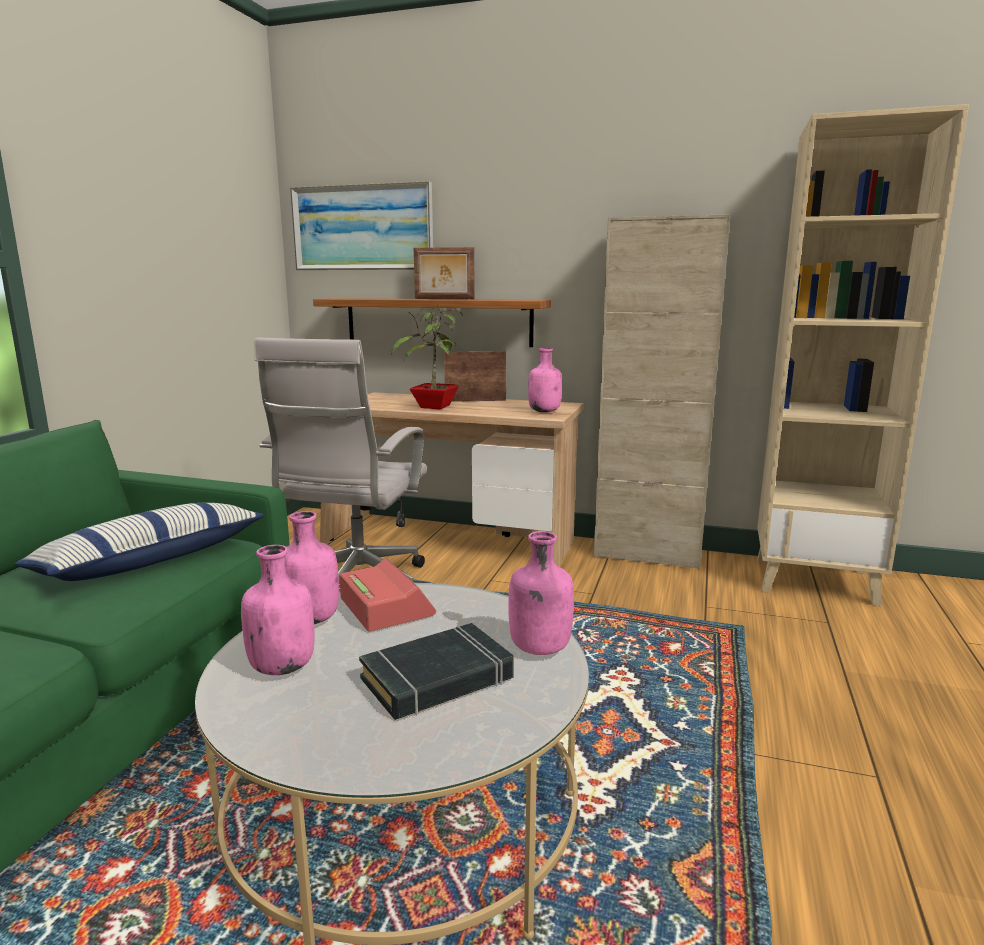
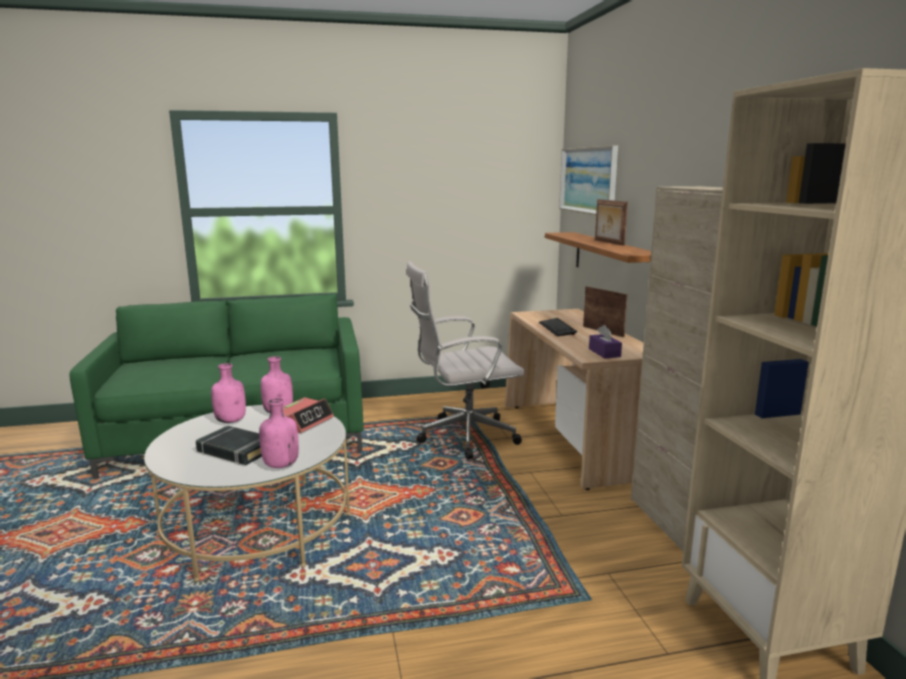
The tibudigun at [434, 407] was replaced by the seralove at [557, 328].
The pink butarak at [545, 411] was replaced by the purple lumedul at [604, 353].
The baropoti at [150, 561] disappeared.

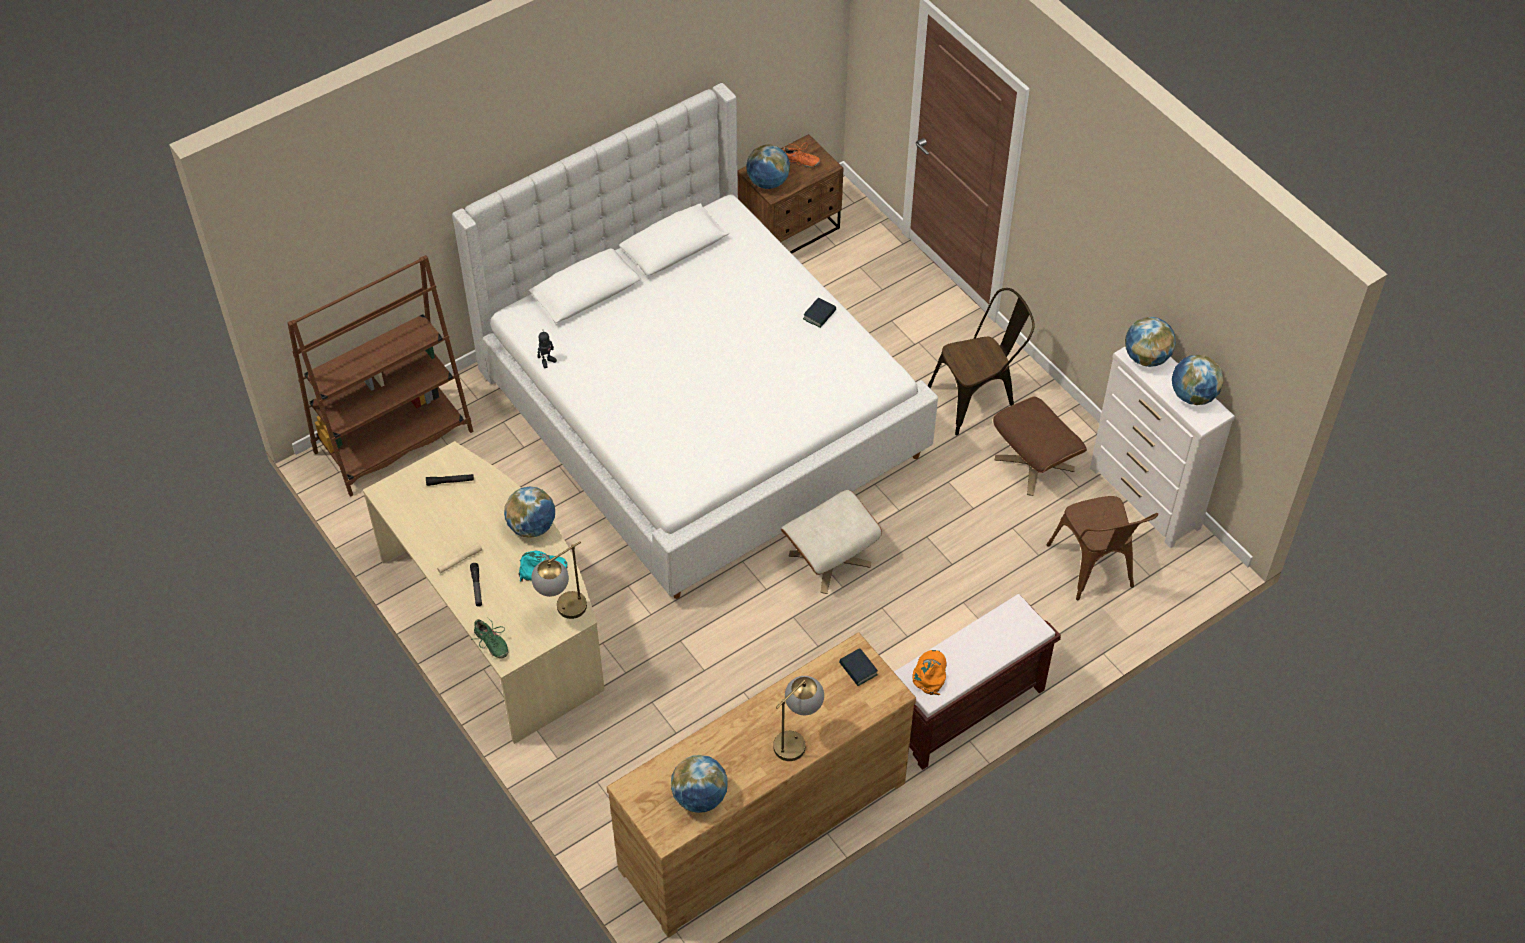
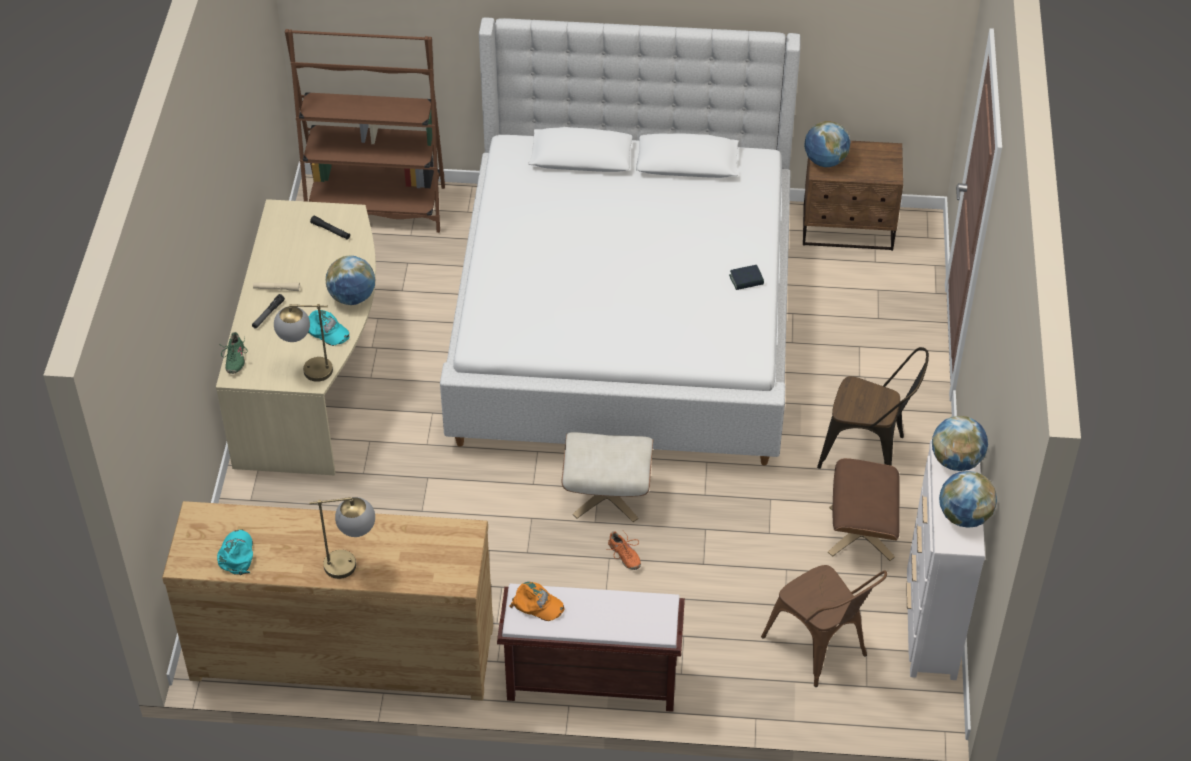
The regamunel at [700, 797] was replaced by the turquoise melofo at [236, 554].
The orange melofo at [930, 674] turned 60 degrees clockwise.
The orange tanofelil moved from [800, 162] to [624, 556].
The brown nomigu at [1095, 570] turned 60 degrees counterclockwise.
The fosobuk at [547, 361] disappeared.
The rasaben at [858, 669] disappeared.

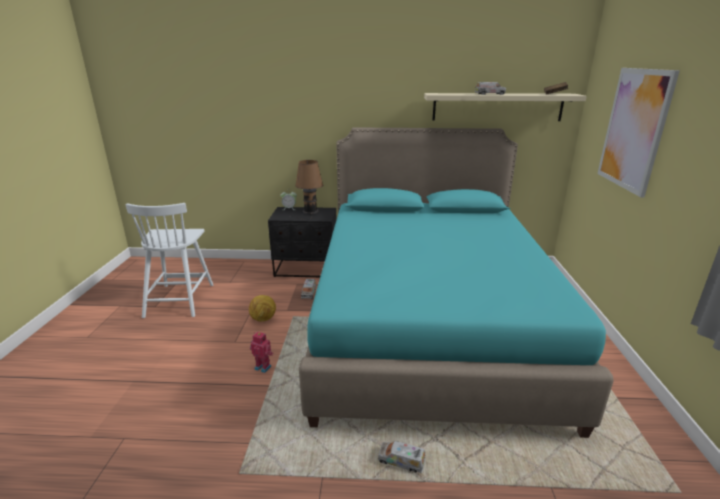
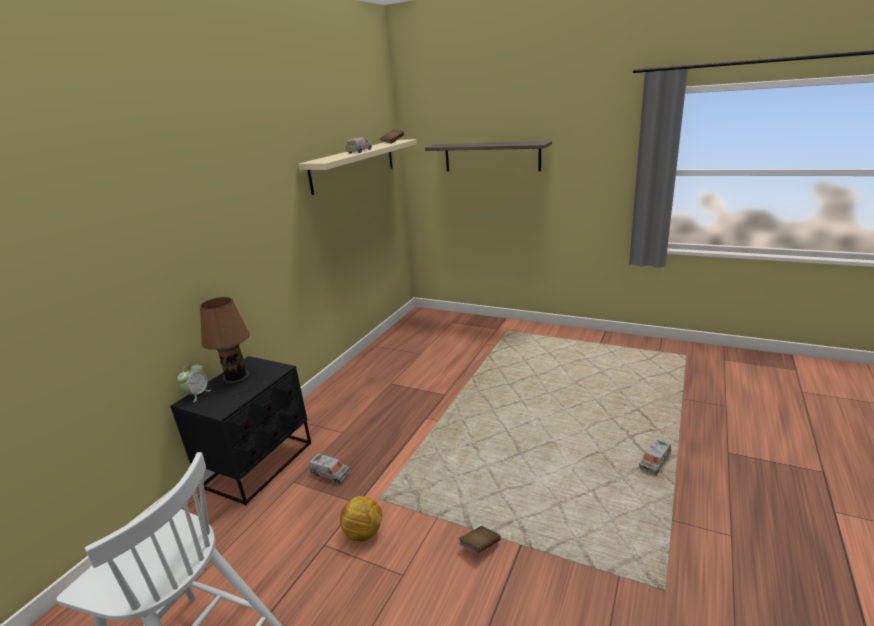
The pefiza at [634, 129] was replaced by the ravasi at [491, 157].
The fosobuk at [263, 367] was replaced by the brown rasaben at [480, 546].
The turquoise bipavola at [428, 324] disappeared.

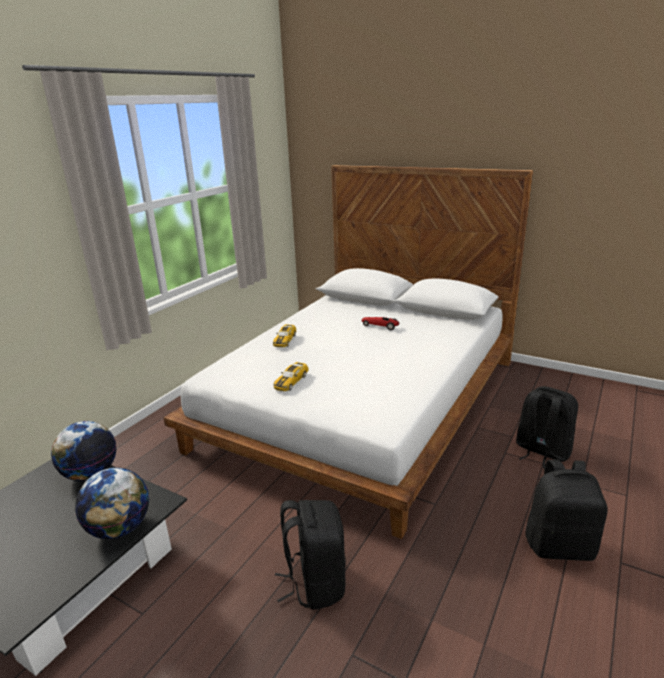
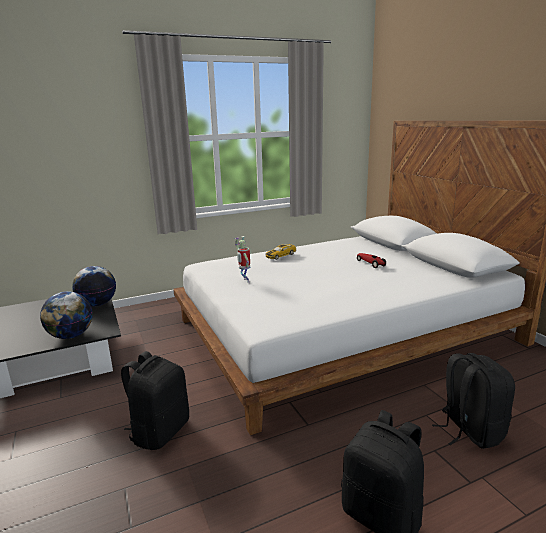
The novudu at [291, 381] was replaced by the fosobuk at [244, 281].

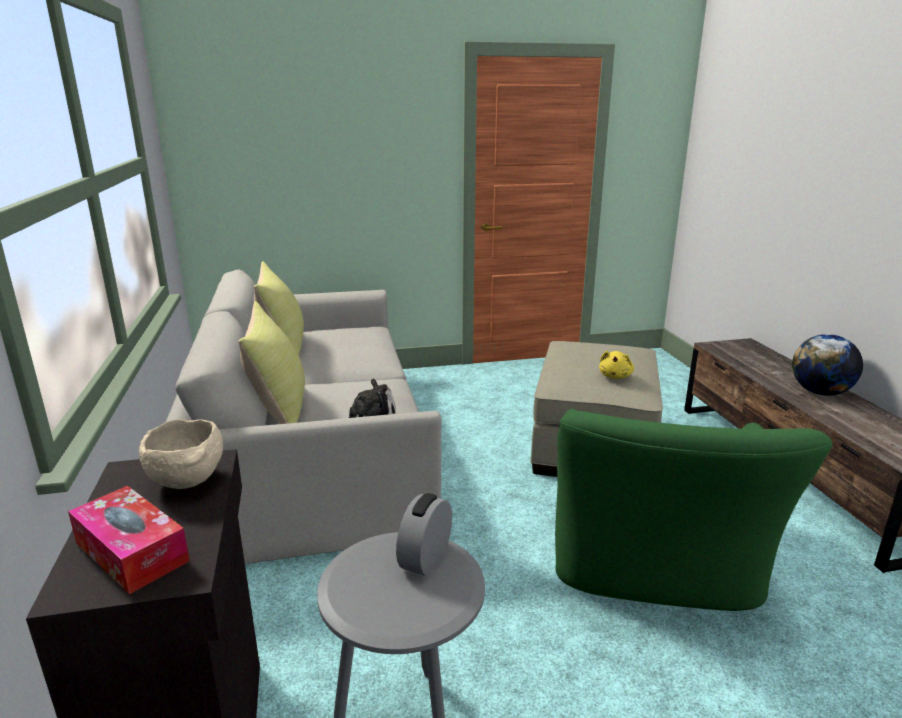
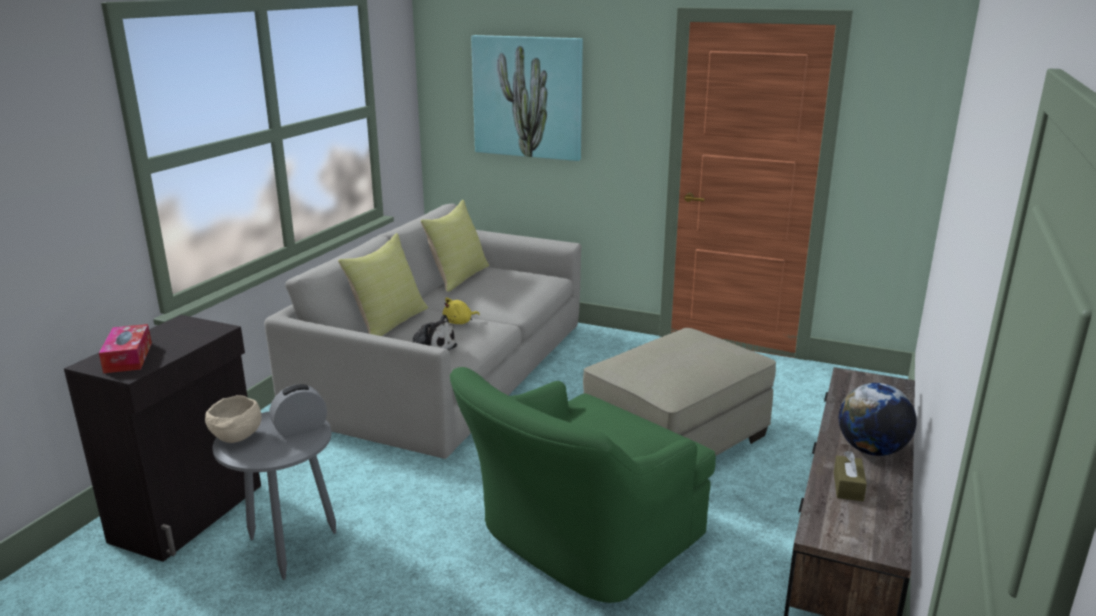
The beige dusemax moved from [189, 481] to [237, 438].
The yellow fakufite moved from [615, 376] to [459, 322].
The pefiza at [528, 97] appeared.
The brown lumedul at [848, 486] appeared.

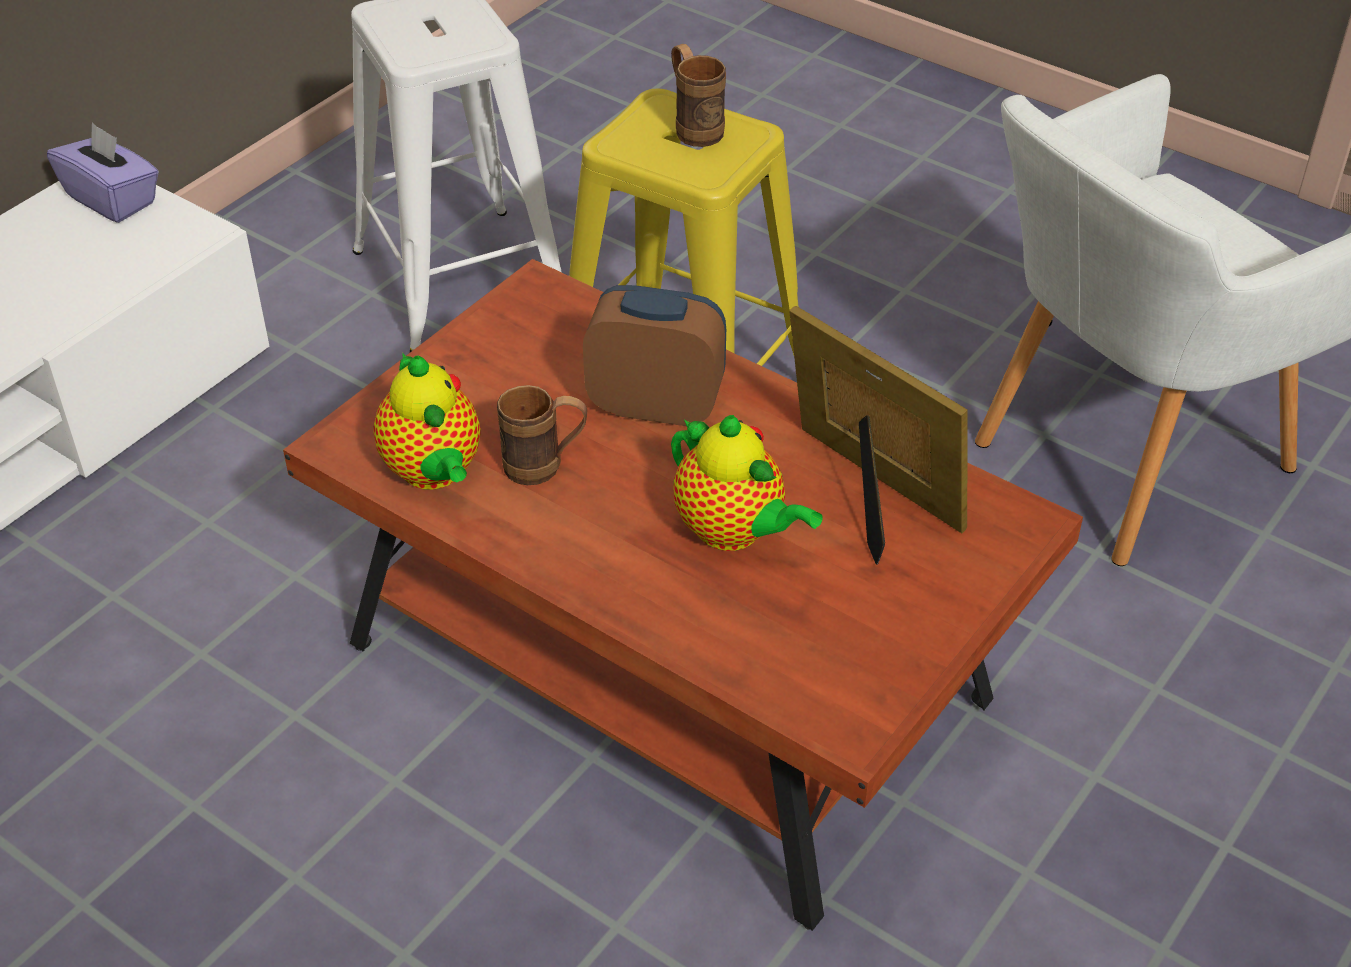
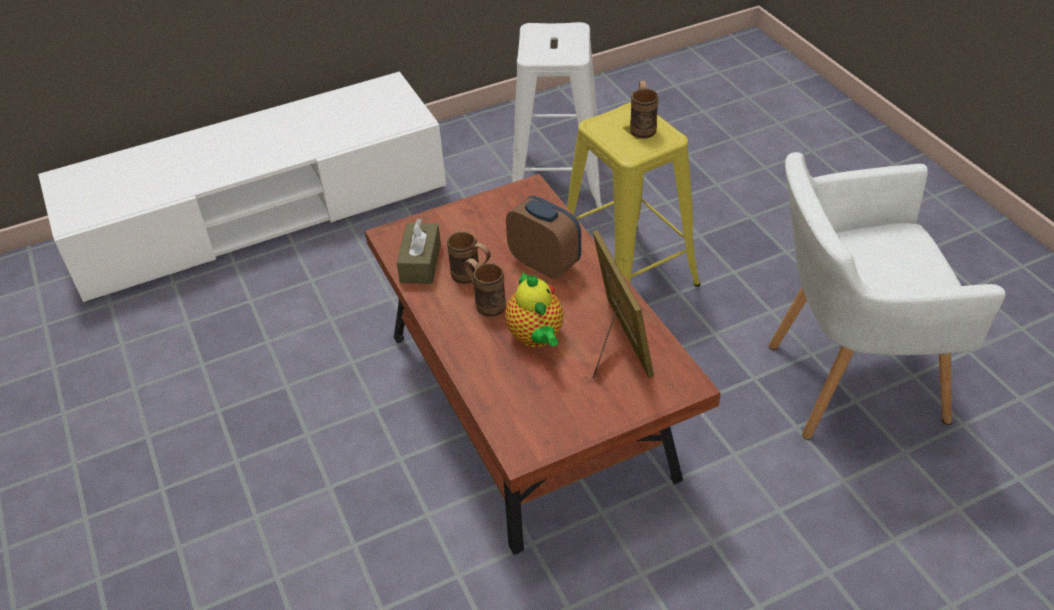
The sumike at [434, 473] was replaced by the brown lumedul at [420, 263].
The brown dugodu at [485, 303] appeared.
The purple lumedul at [112, 199] disappeared.

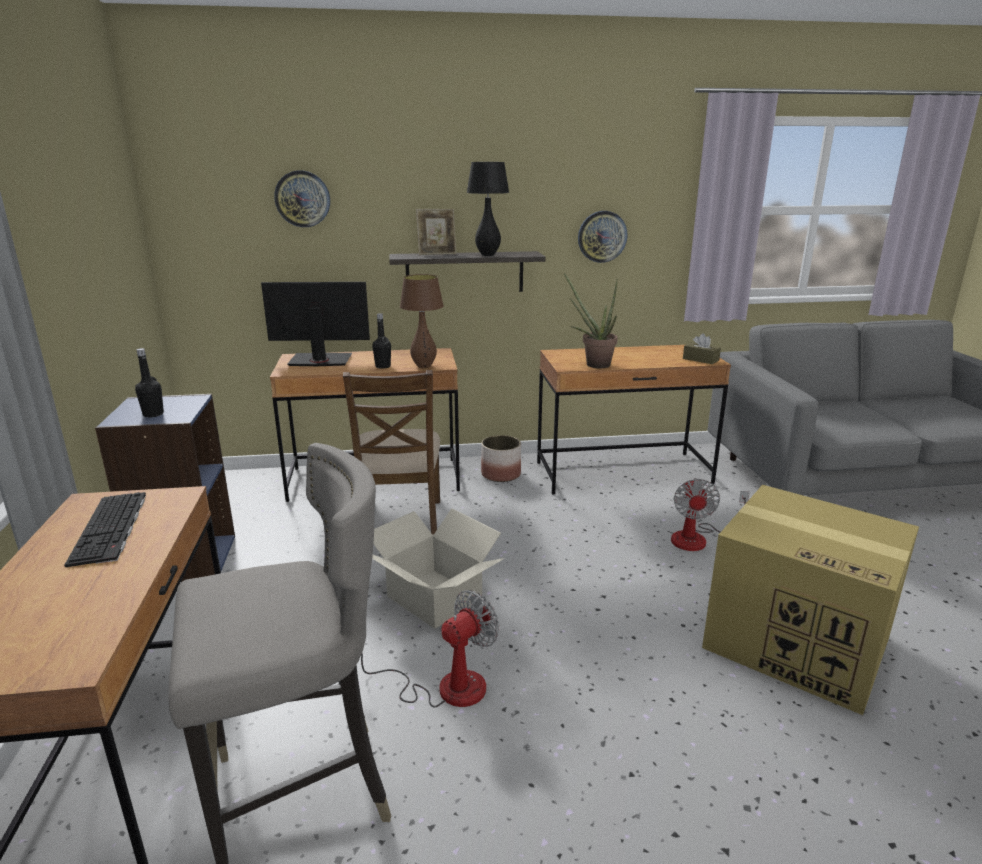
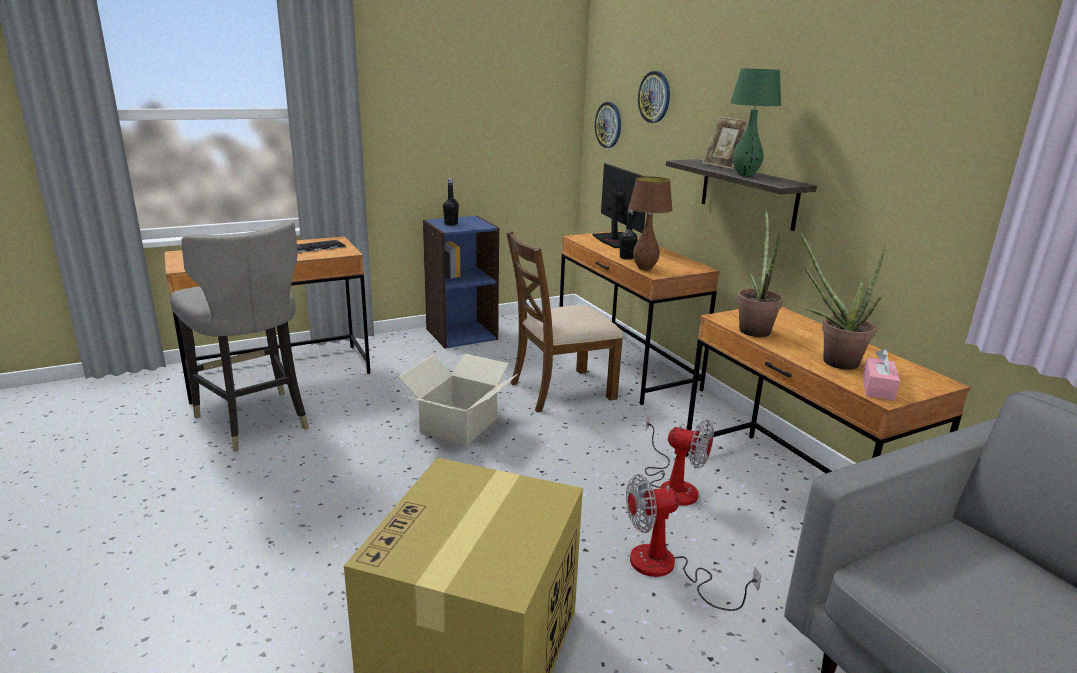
The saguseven moved from [602, 236] to [609, 125].
The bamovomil moved from [444, 687] to [673, 485].
The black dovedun at [488, 255] became the green dovedun at [745, 175].
The tibudigun at [832, 361] appeared.
The brown lumedul at [700, 359] became the pink lumedul at [878, 388].
The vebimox at [501, 474] disappeared.

